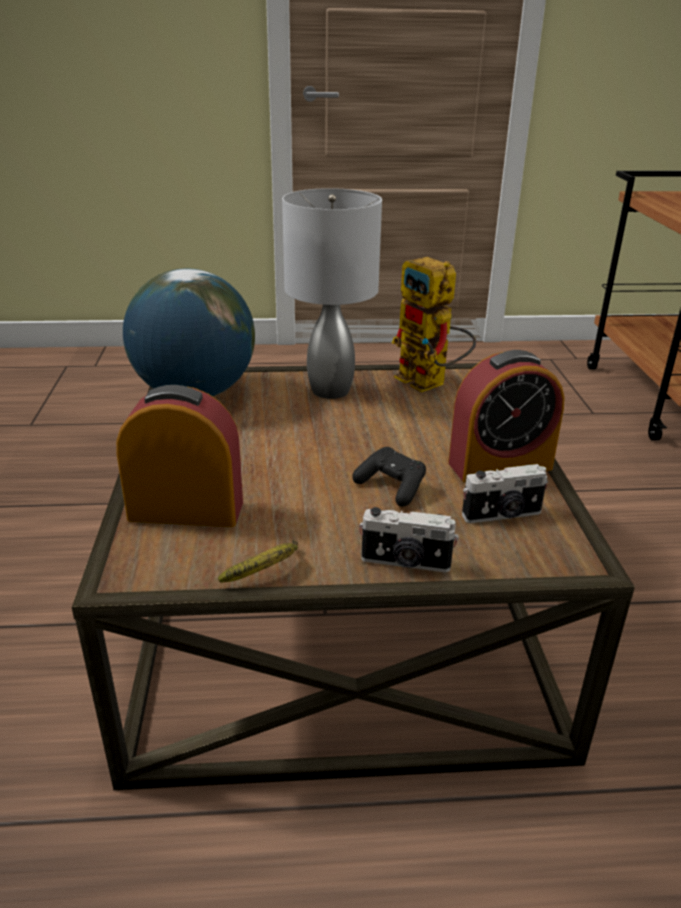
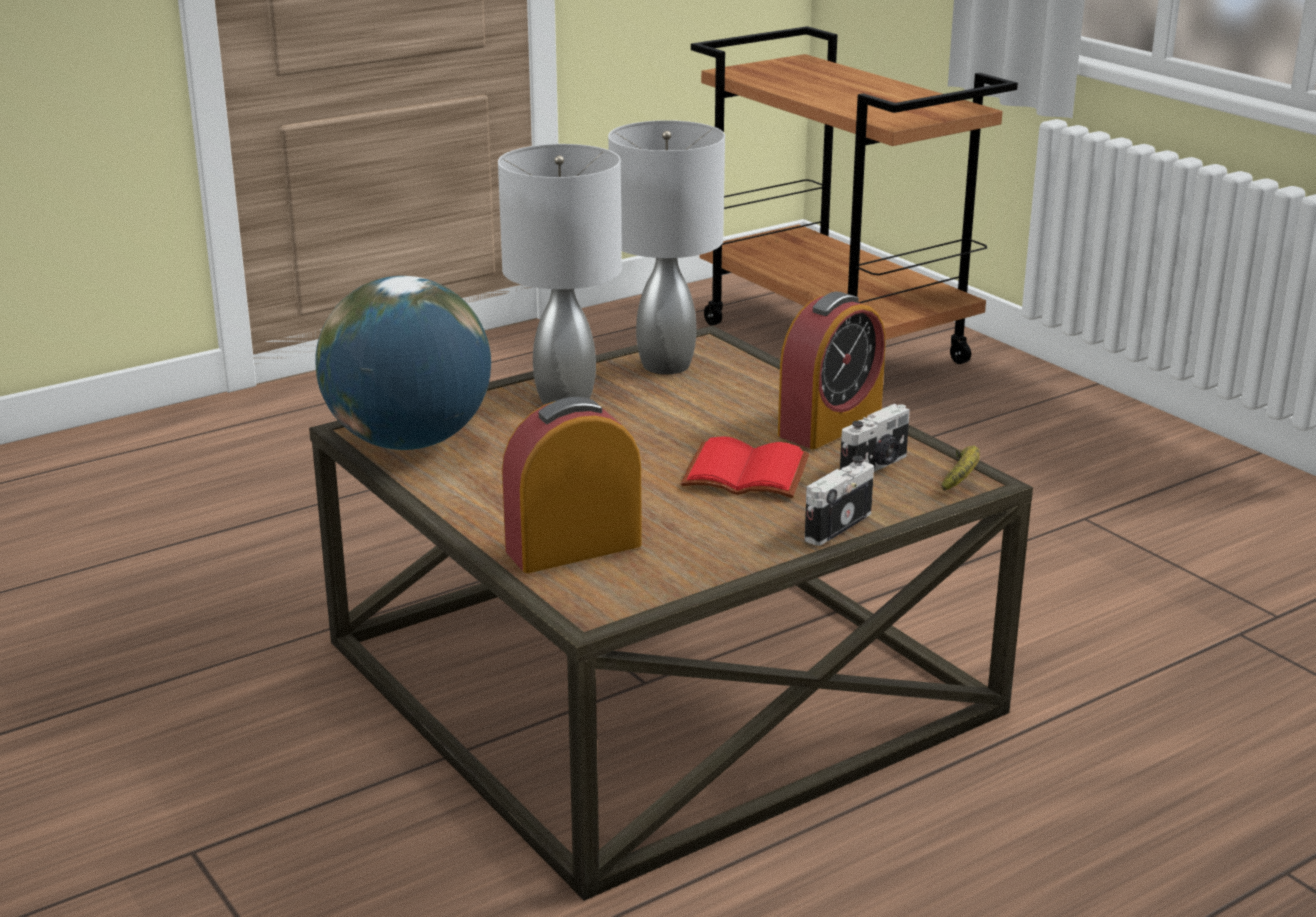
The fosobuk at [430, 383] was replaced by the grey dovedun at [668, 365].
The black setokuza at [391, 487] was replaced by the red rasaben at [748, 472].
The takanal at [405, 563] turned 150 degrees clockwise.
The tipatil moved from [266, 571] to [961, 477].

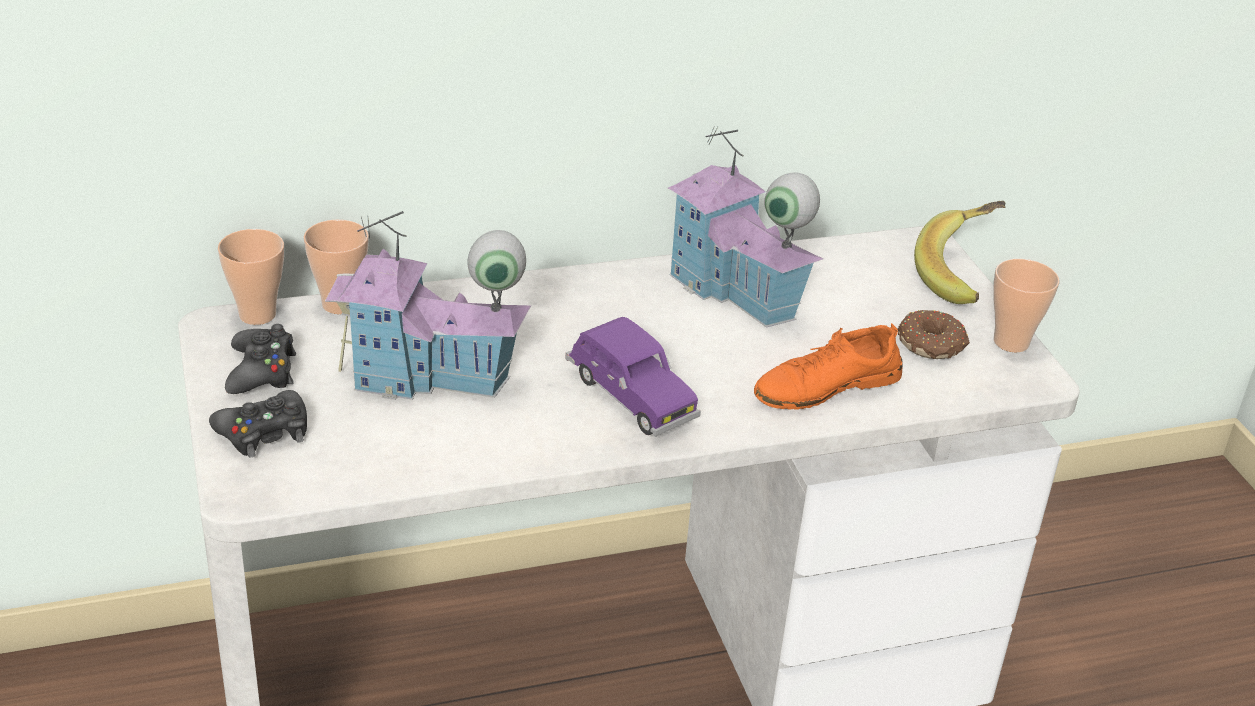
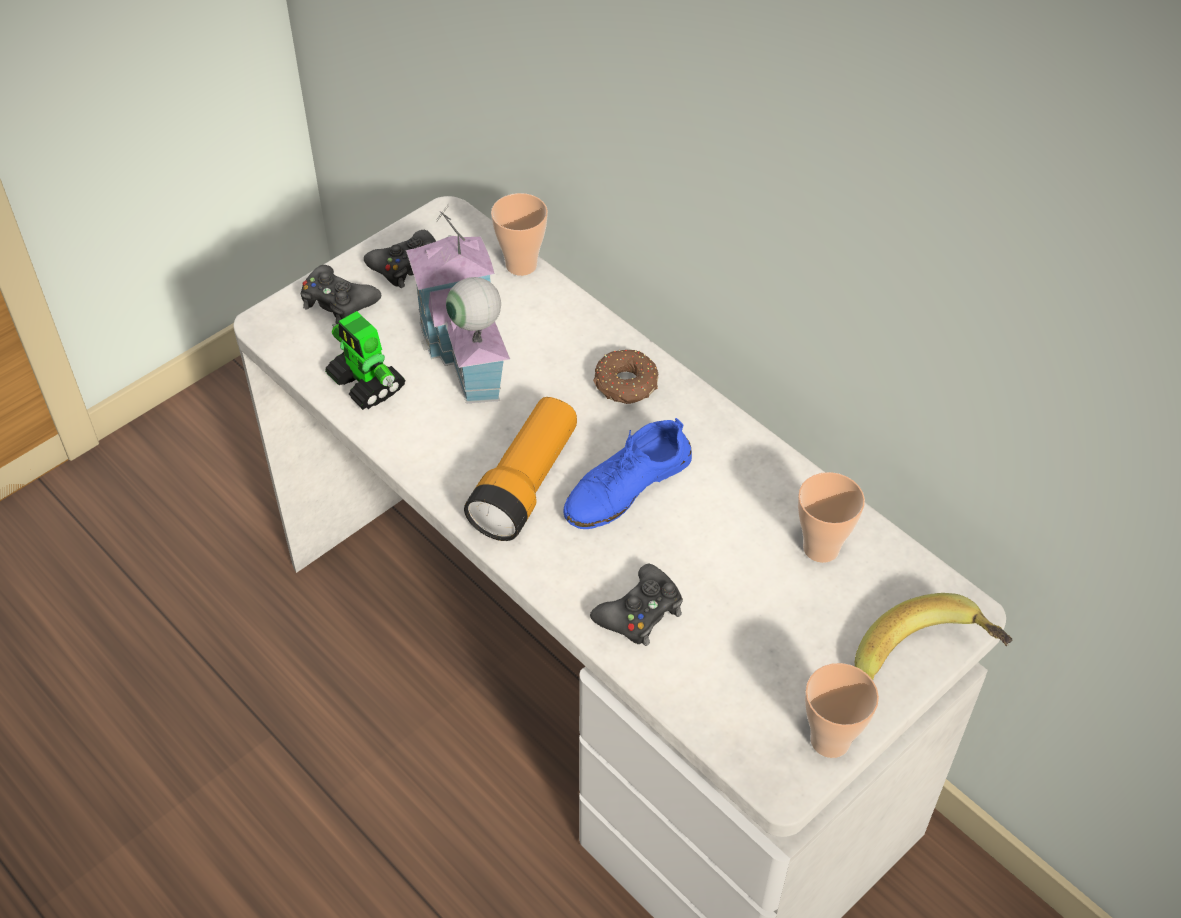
The fosobuk at [367, 384] appeared.
The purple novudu at [630, 397] was replaced by the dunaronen at [525, 484].
The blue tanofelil at [627, 486] appeared.
The orange tanofelil at [826, 386] was replaced by the black setokuza at [640, 613].
The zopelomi moved from [932, 345] to [625, 385].
The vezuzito moved from [257, 314] to [821, 548].
The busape at [733, 291] disappeared.

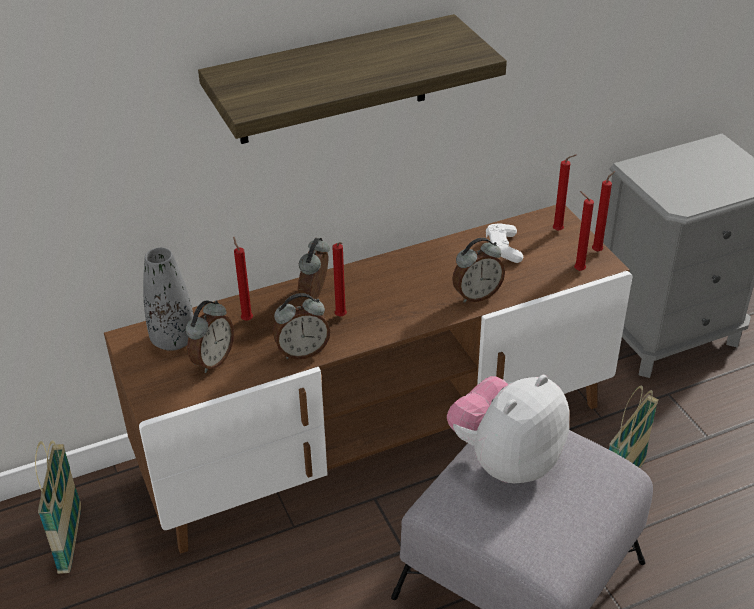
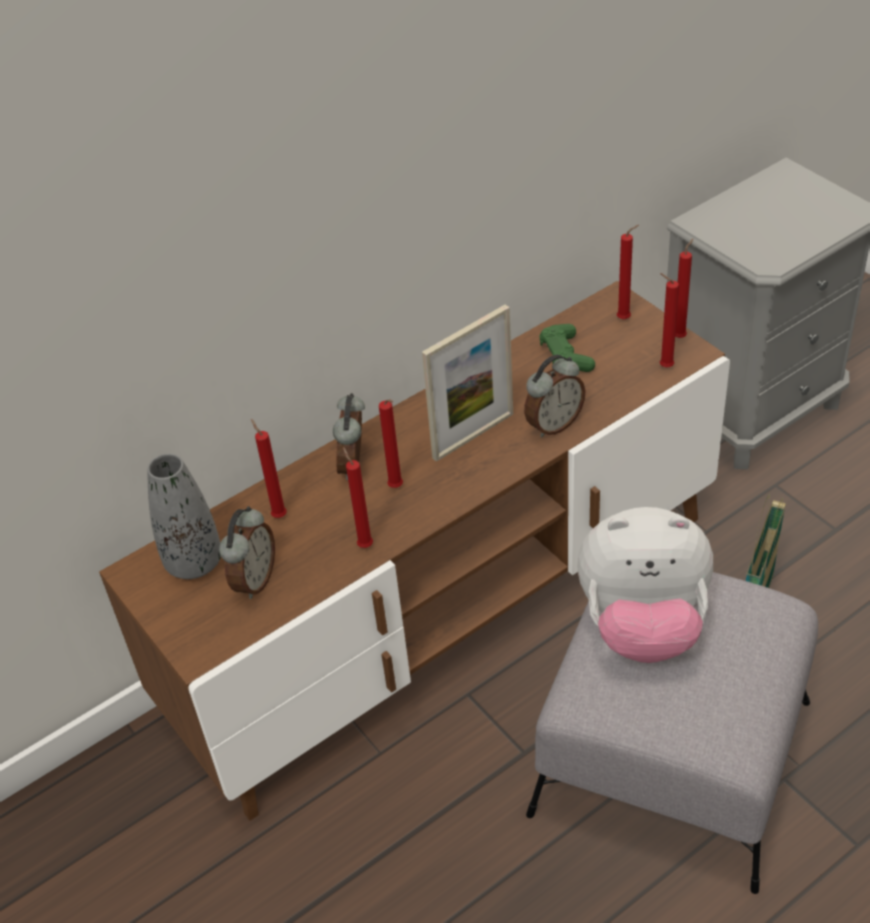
The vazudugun at [302, 352] was replaced by the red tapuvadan at [364, 544].
The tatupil at [473, 436] appeared.
The white setokuza at [503, 249] became the green setokuza at [565, 356].
The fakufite at [506, 460] turned 120 degrees counterclockwise.
The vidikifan at [70, 540] disappeared.
The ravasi at [332, 81] disappeared.

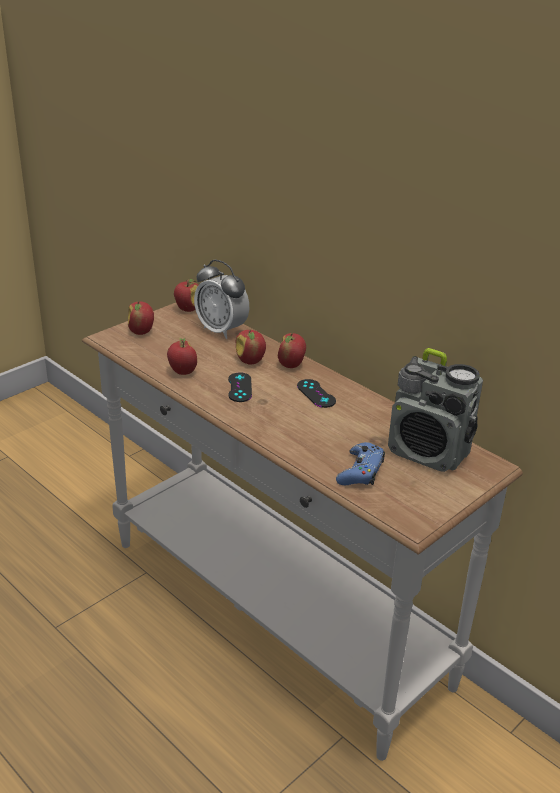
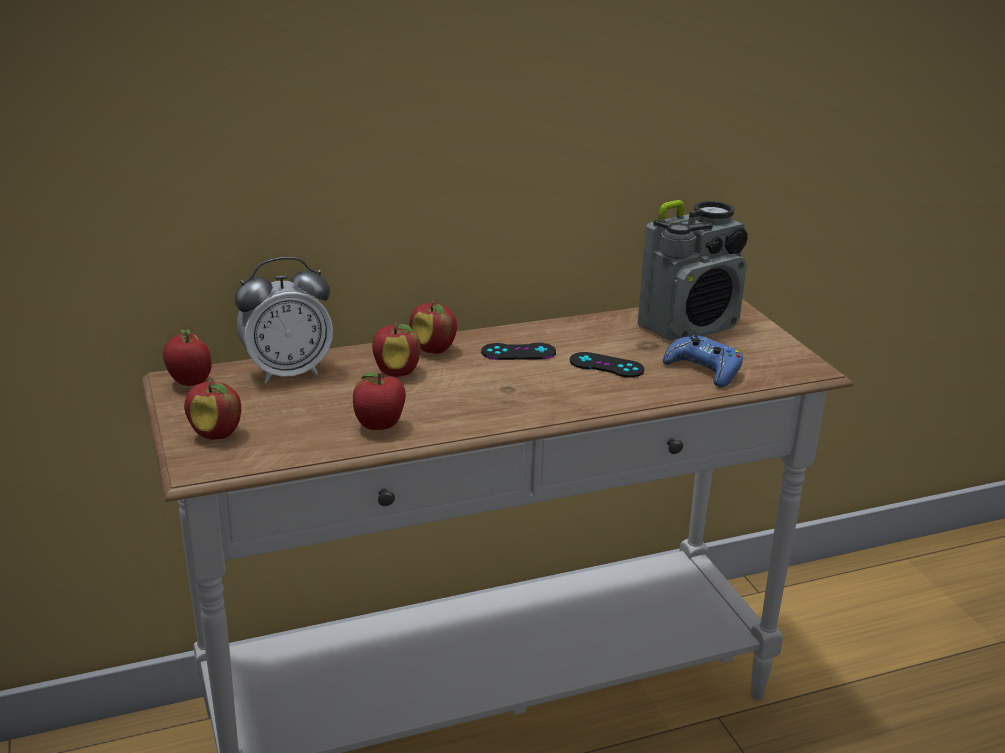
The black setokuza moved from [239, 387] to [606, 365].

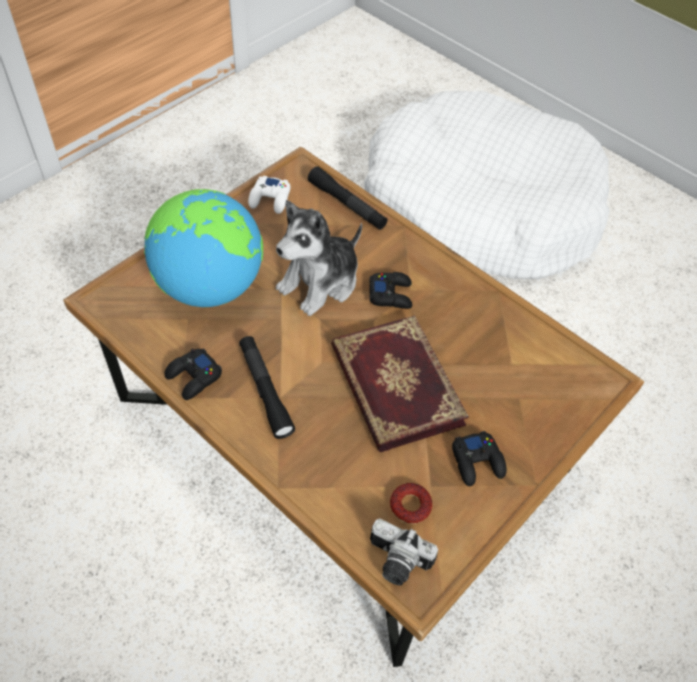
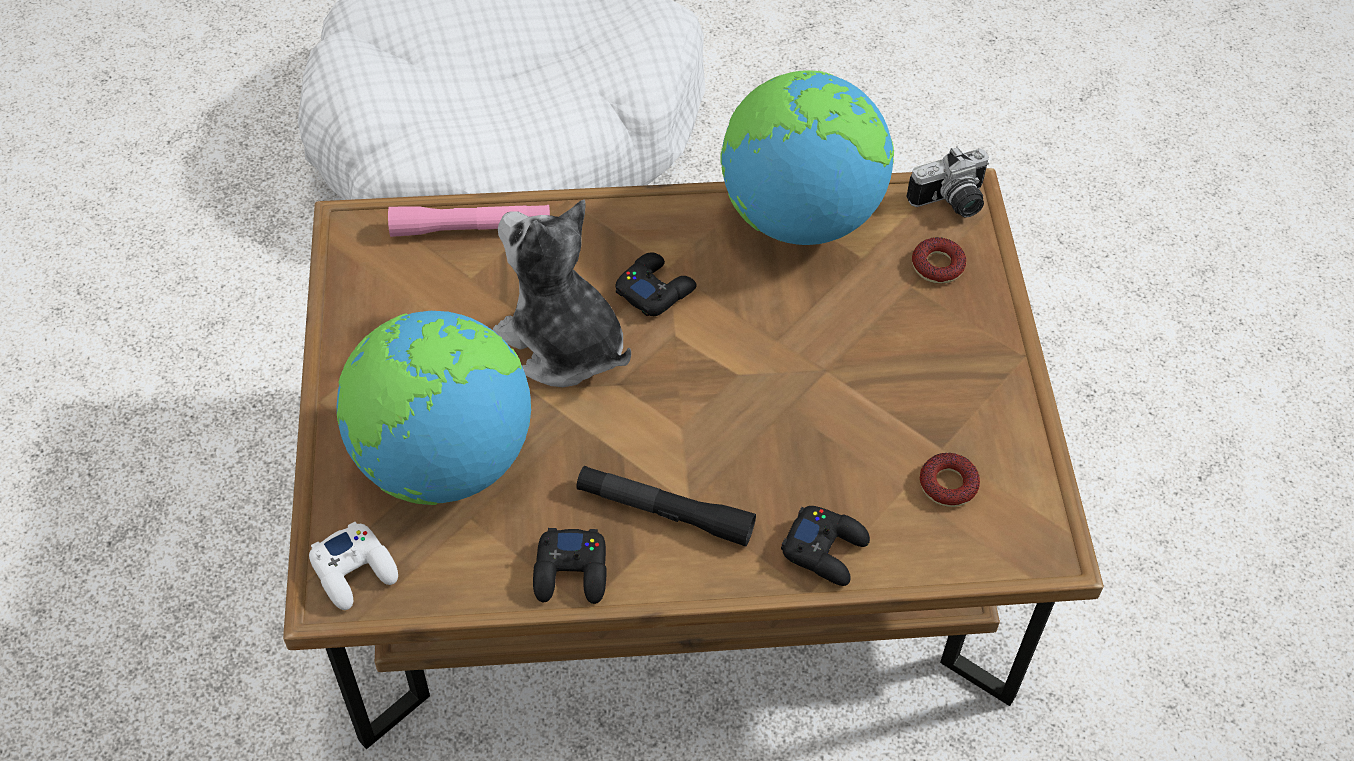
The white setokuza moved from [270, 199] to [355, 570].
The black dunaronen at [347, 205] became the pink dunaronen at [471, 228].
The fakufite at [320, 282] turned 135 degrees clockwise.
The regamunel at [799, 216] appeared.
The black setokuza moved from [477, 462] to [825, 549].
The takanal moved from [396, 562] to [952, 203].
The zopelomi at [937, 266] appeared.
The rasaben at [394, 386] disappeared.

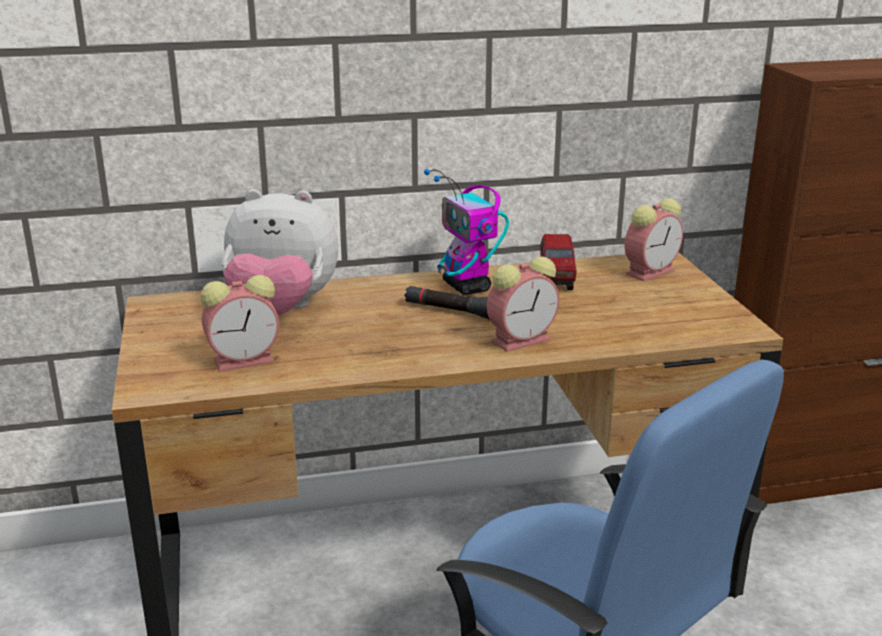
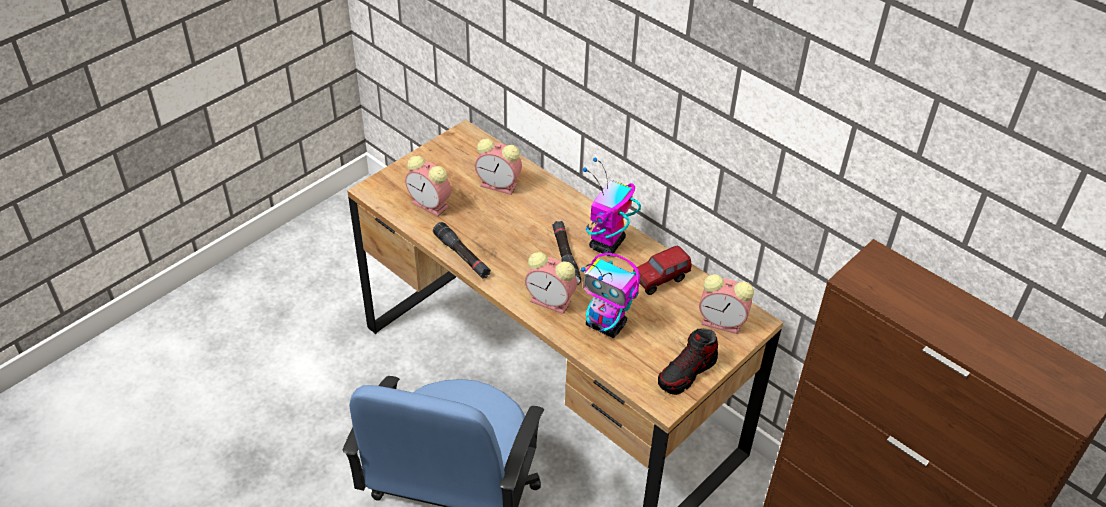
The black dunaronen at [462, 256] appeared.
The fakufite at [281, 311] was replaced by the vazudugun at [500, 185].
The fosobuk at [606, 325] appeared.
The tanofelil at [687, 373] appeared.

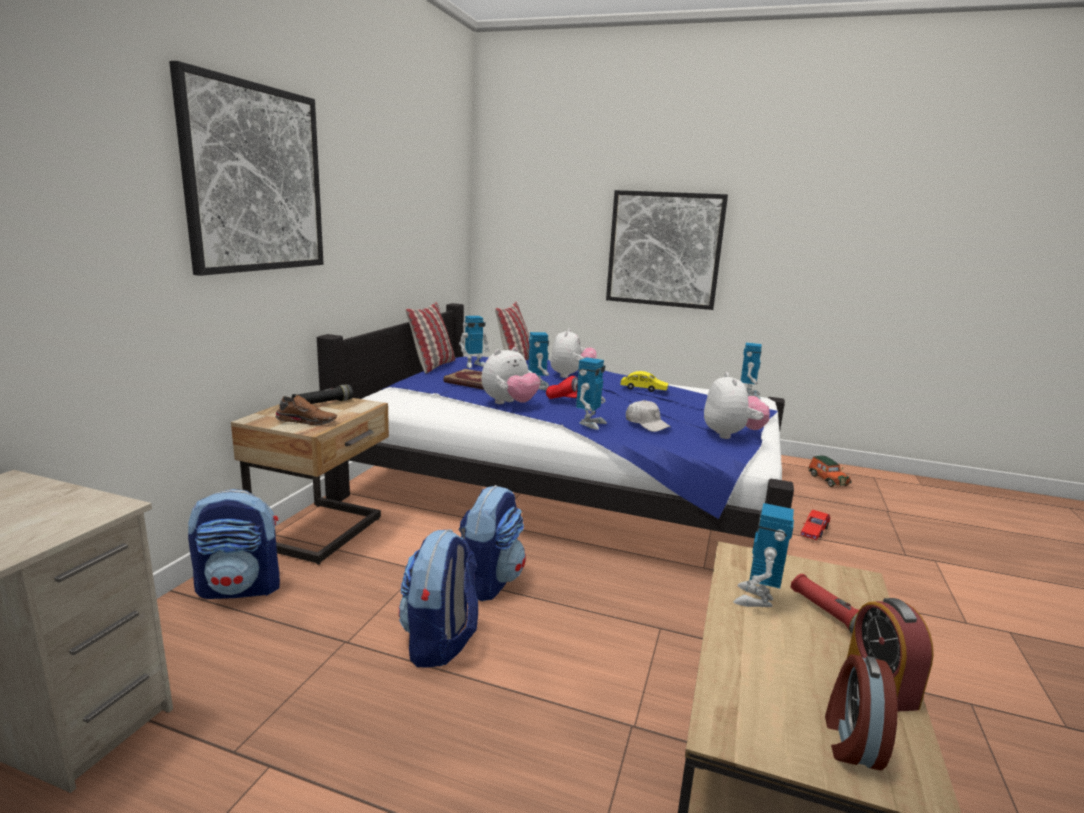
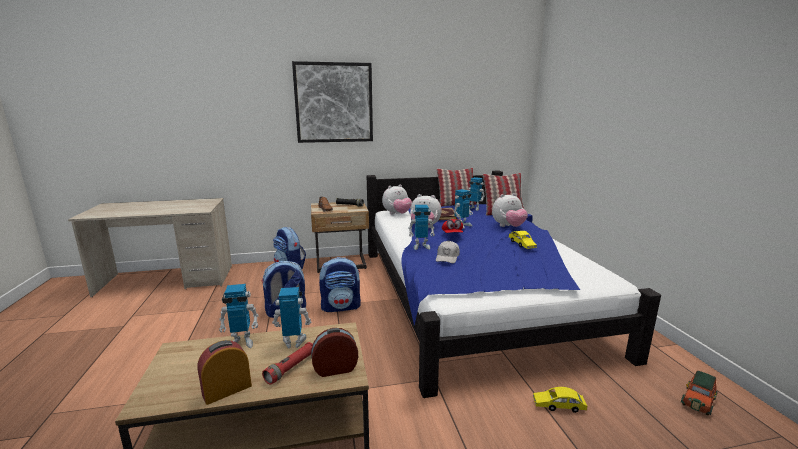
The fosobuk moved from [748, 395] to [241, 342].
The vazudugun moved from [851, 741] to [335, 368].
The fakufite moved from [731, 435] to [397, 214].
The red novudu at [814, 531] became the yellow novudu at [558, 406].
The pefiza at [664, 249] disappeared.

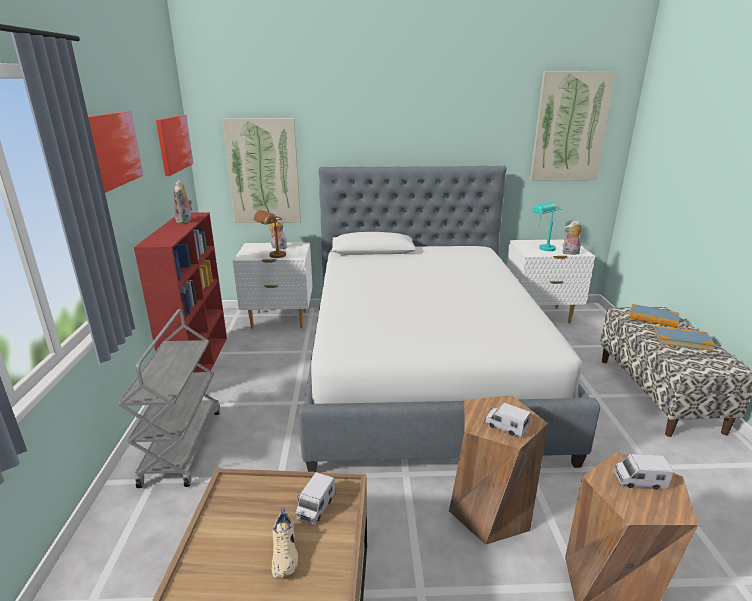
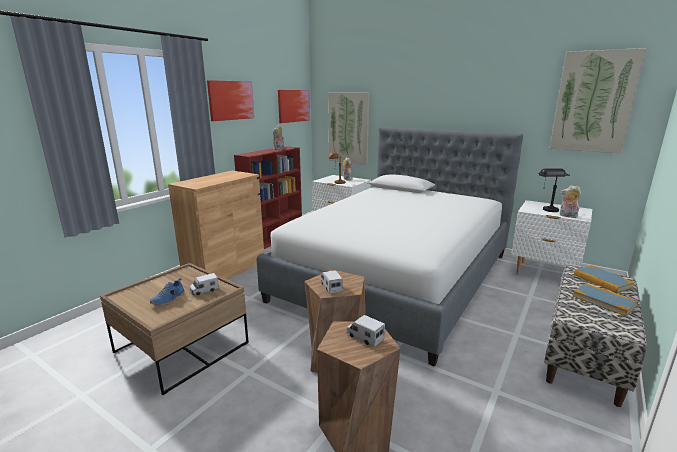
The beige tanofelil at [285, 553] became the blue tanofelil at [169, 299].
The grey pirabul at [182, 445] was replaced by the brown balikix at [225, 269].
The turquoise dovedun at [542, 247] became the black dovedun at [547, 208].

